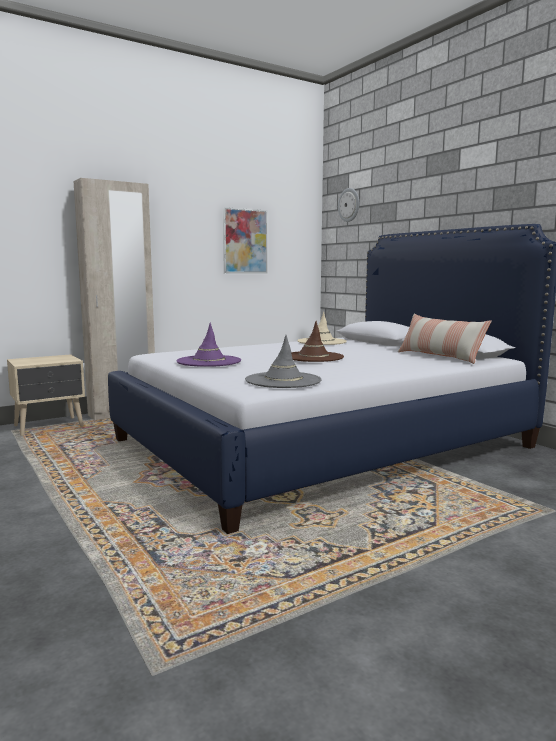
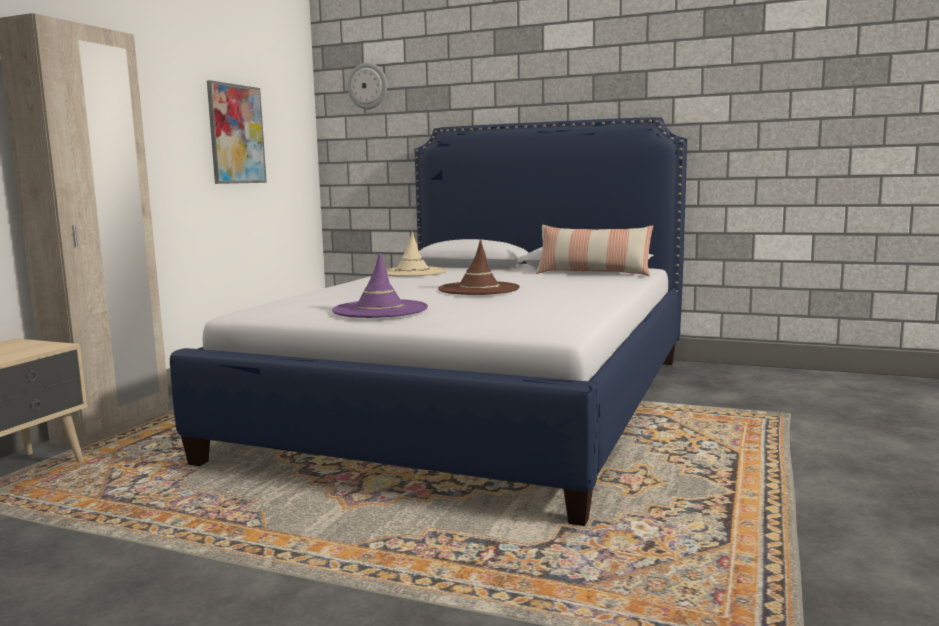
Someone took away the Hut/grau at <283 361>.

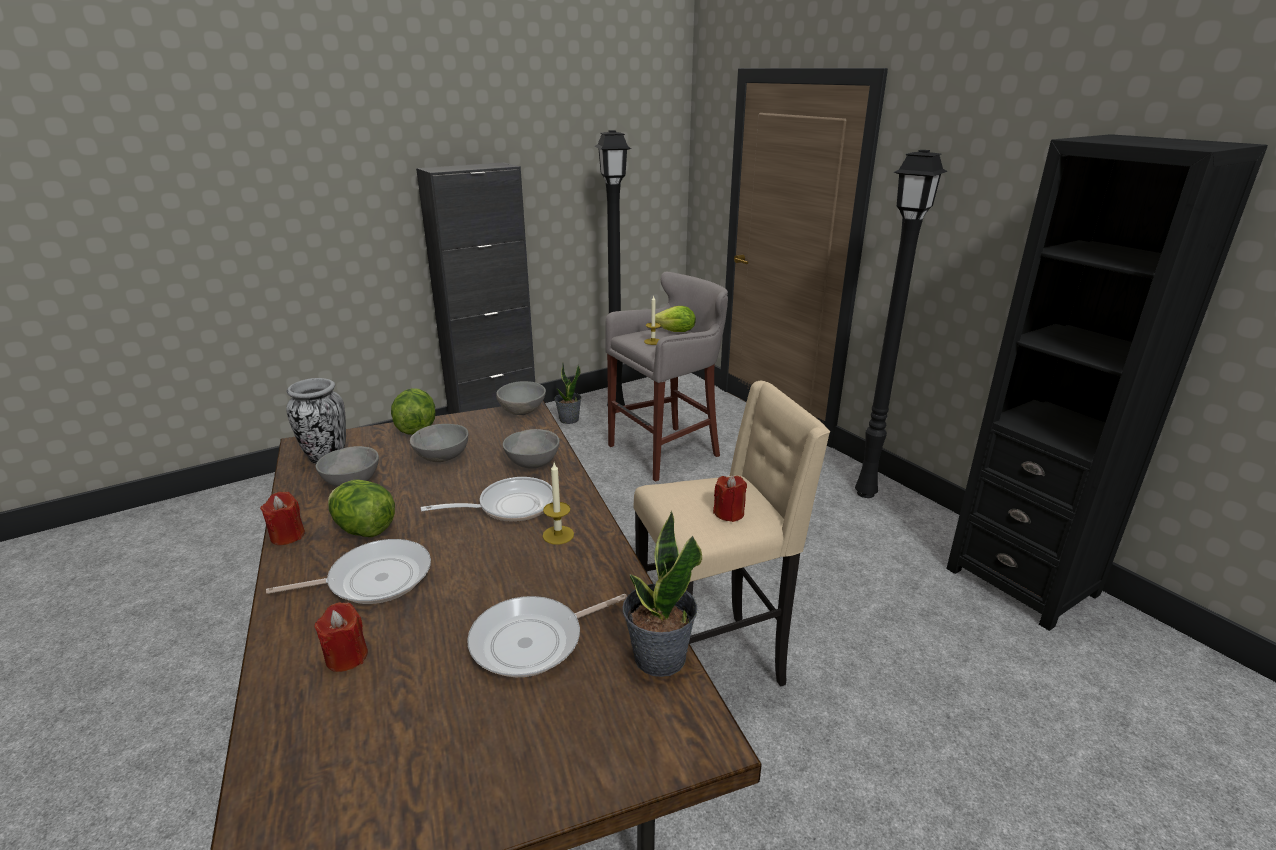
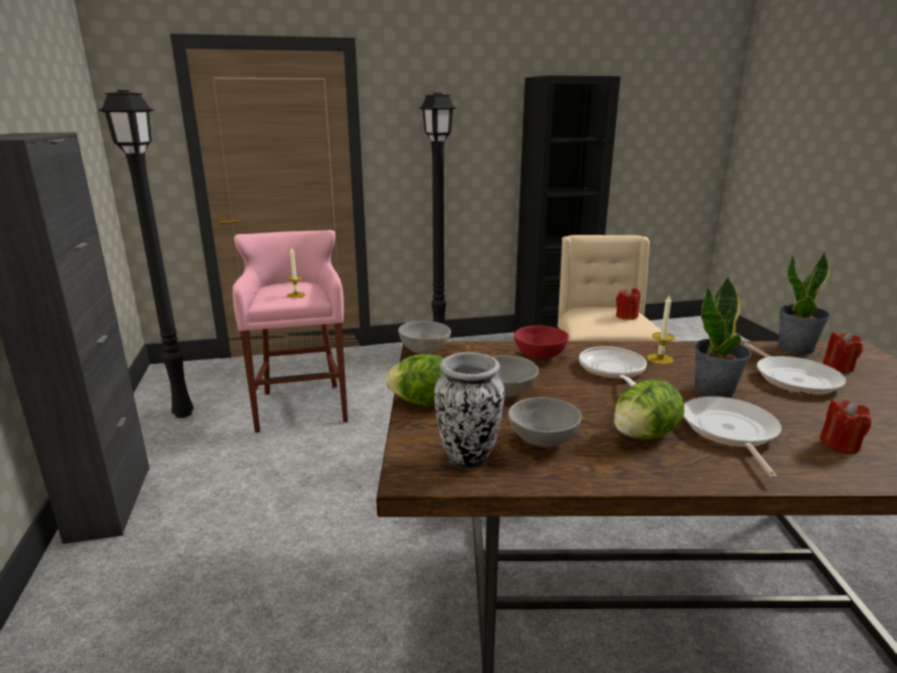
Someone carried the Kerze/rot from <282 518> to <843 352>.
Someone repainted the Schüssel/grau at <531 449>, which became the Schüssel/rot at <541 342>.
Someone carried the Topfpflanze from <568 393> to <722 337>.
Someone repainted the Hocker/grau at <666 377>, which became the Hocker/rosa at <290 331>.
Someone took away the Salatkopf at <675 319>.

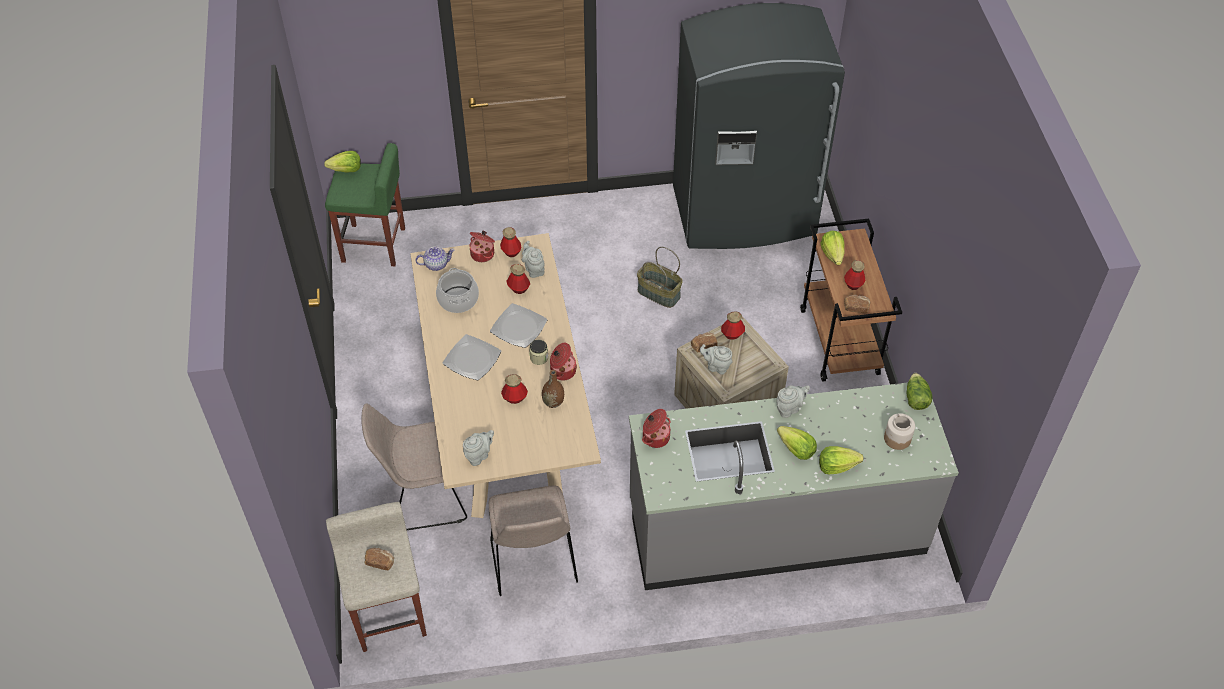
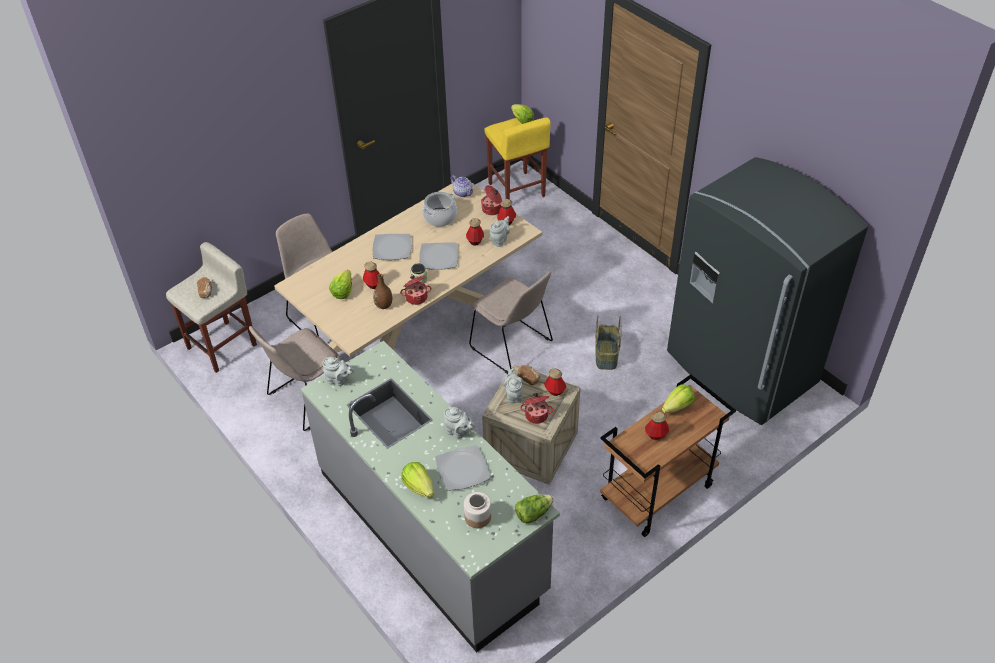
Someone repainted the Hocker/grün at <365 204>, which became the Hocker/gelb at <518 158>.
Someone carried the Teekanne/grau from <478 448> to <338 371>.
Someone carried the Kochtopf from <656 428> to <536 408>.
Someone carried the Salatkopf from <797 443> to <340 284>.
Someone took away the Brot at <857 304>.
Someone put down the Teller at <462 468>.
Someone put down the Stuhl/beige at <511 322>.

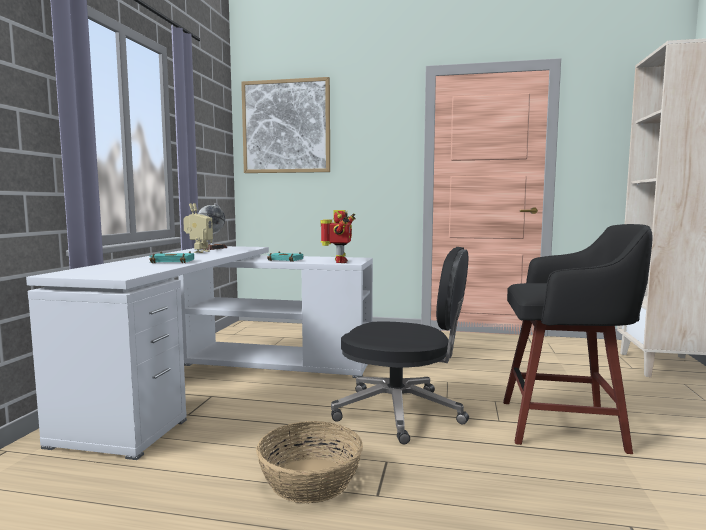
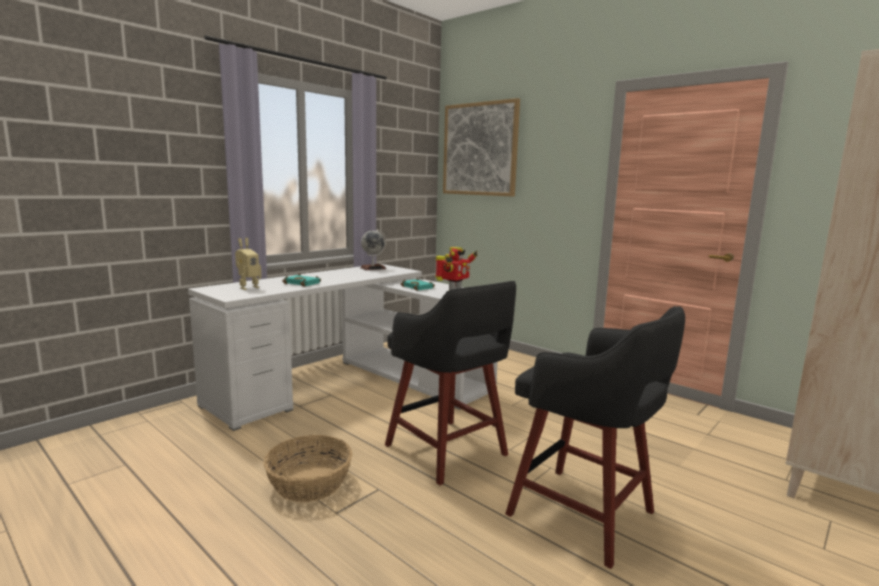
Someone carried the Spielzeugroboter from <198 228> to <248 264>.
Someone swapped the Bürostuhl/schwarz at <400 345> for the Hocker/schwarz at <450 383>.

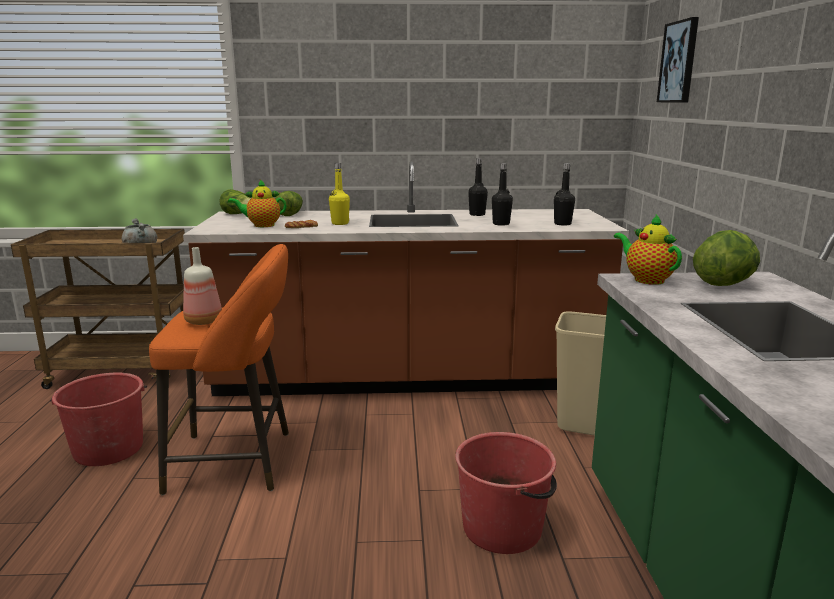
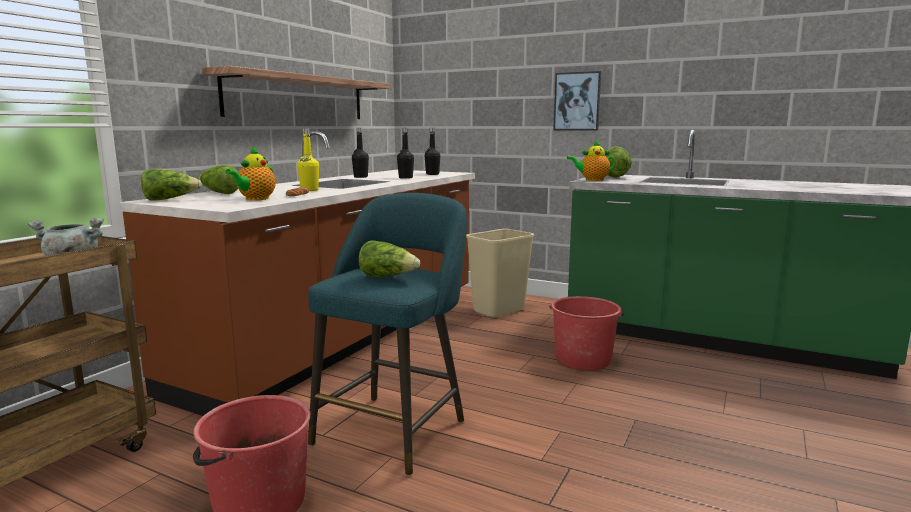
Someone repainted the Hocker/orange at <219 369>, which became the Hocker/türkis at <387 334>.
Someone swapped the Flasche at <202 286> for the Salatkopf at <389 258>.
Someone carried the Bild from <678 59> to <577 101>.
Someone put up the Wandregal at <296 92>.

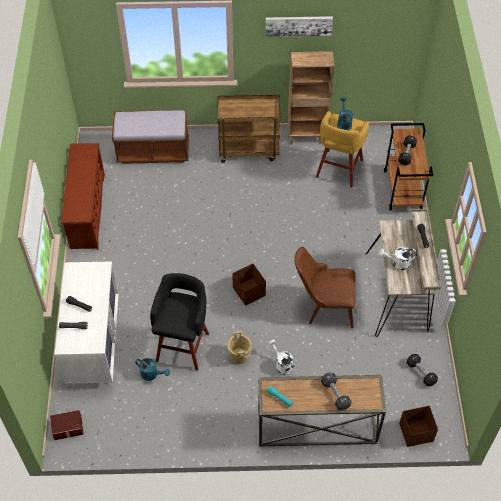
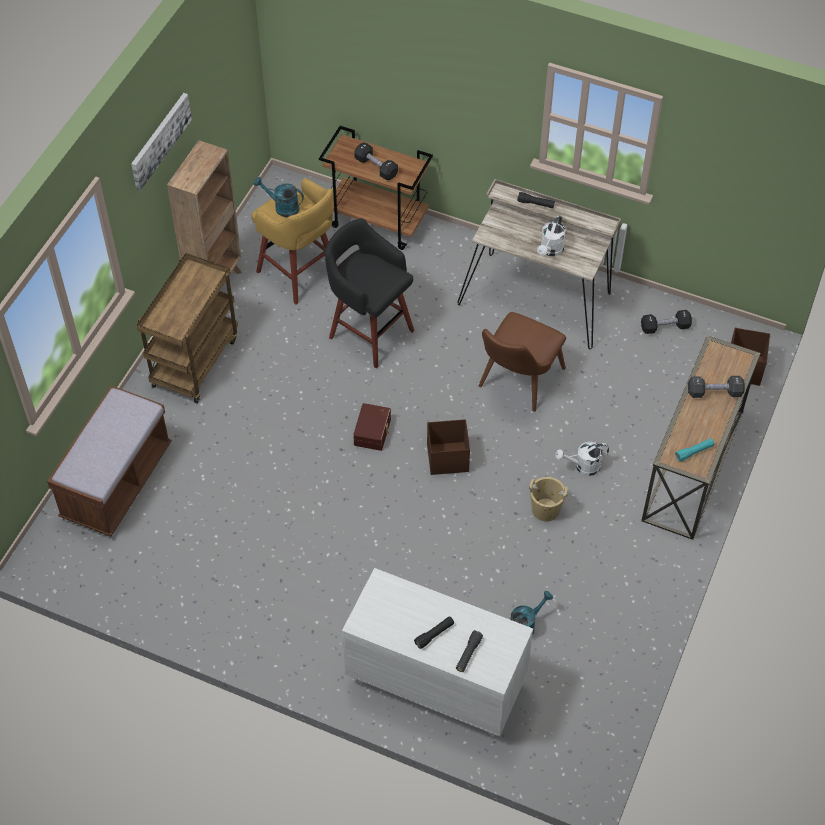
Someone carried the Aufbewahrungsbox/braun from <67 425> to <372 427>.
Someone took away the Schuhregal/braun at <83 196>.
Someone carried the Hocker/schwarz from <179 322> to <369 293>.

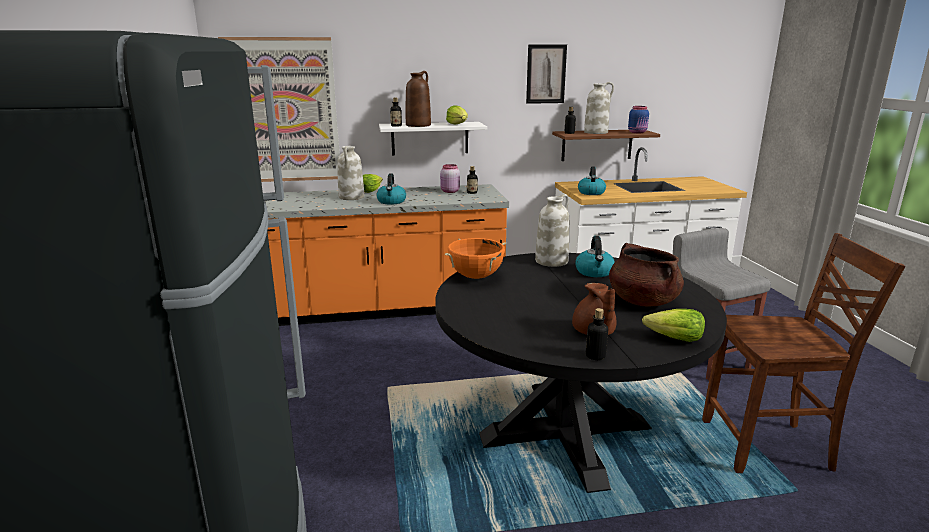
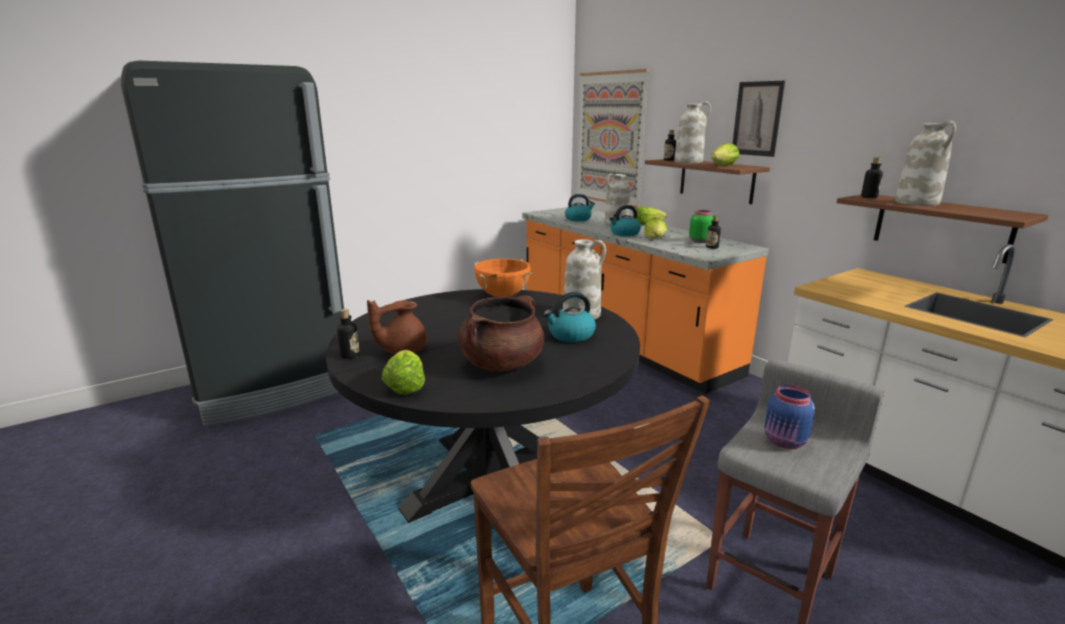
Someone repainted the Wandregal/weiß at <433 138>, which became the Wandregal/braun at <707 181>.
Someone repainted the Vase/braun at <418 99>, which became the Vase/weiß at <692 132>.
Someone repainted the Vorratsglas/rosa at <450 178>, which became the Vorratsglas/grün at <701 226>.
Someone carried the Bild from <546 74> to <758 119>.
Someone carried the Wasserkessel from <592 180> to <580 207>.
Someone carried the Vorratsglas/blau from <638 119> to <789 417>.
Someone put down the Salatkopf at <655 227>.

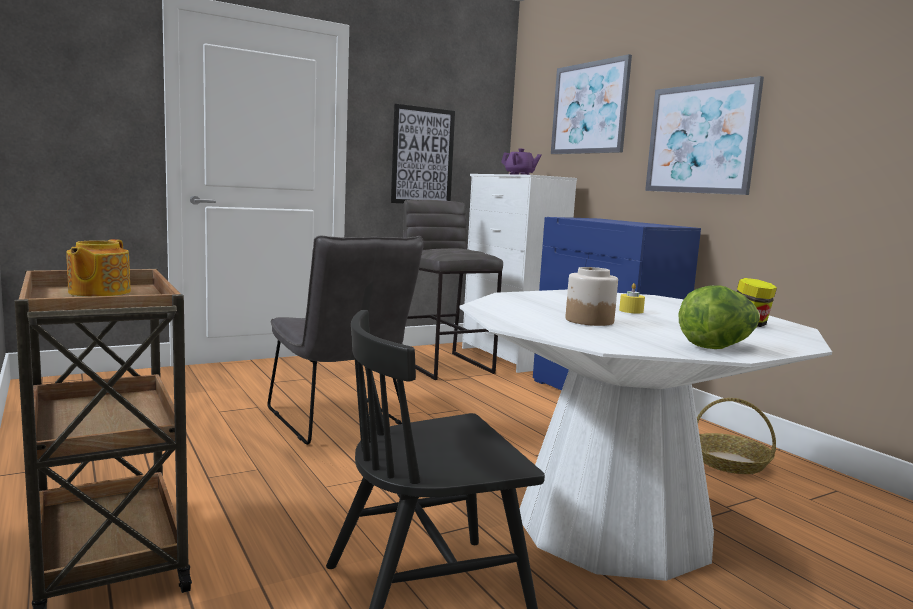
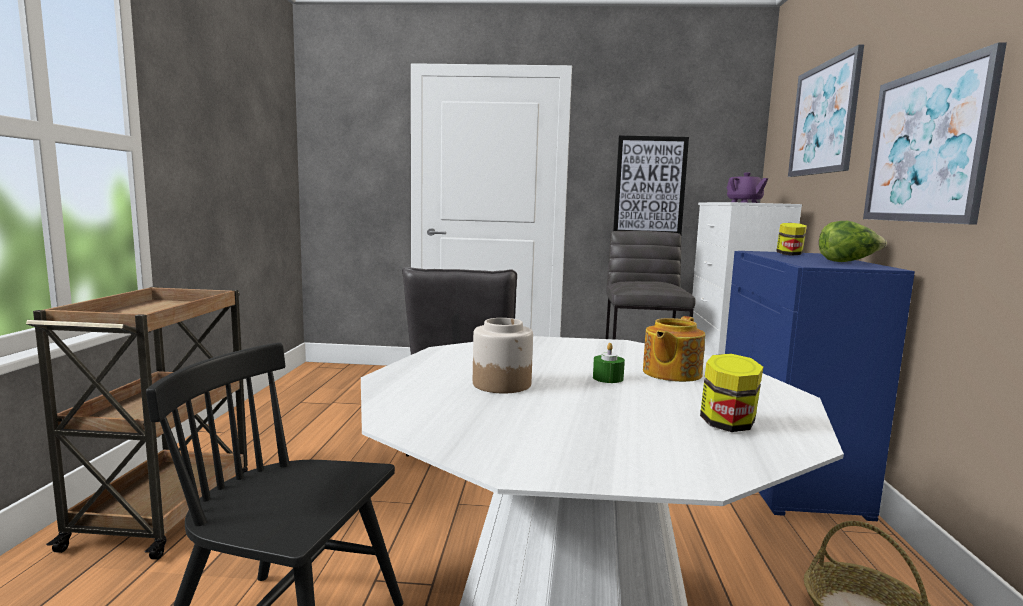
Someone carried the Teekanne from <98 268> to <674 349>.
Someone repainted the Kerze/gelb at <632 298>, which became the Kerze/grün at <609 363>.
Someone carried the Salatkopf from <719 317> to <853 241>.
Someone put down the Vorratsglas at <791 239>.

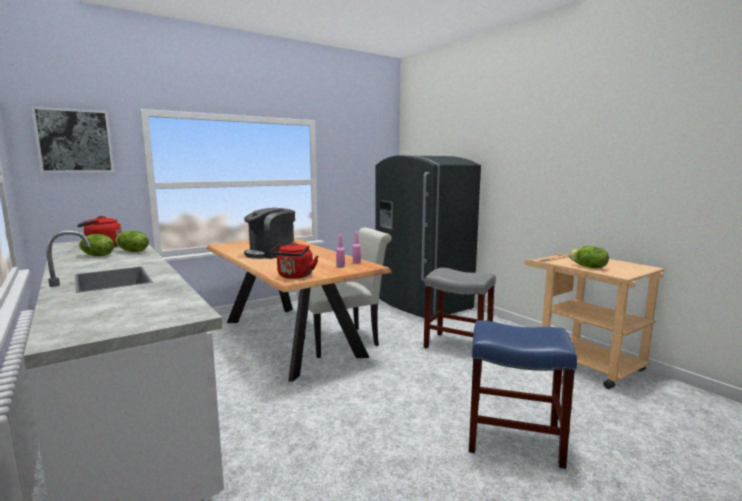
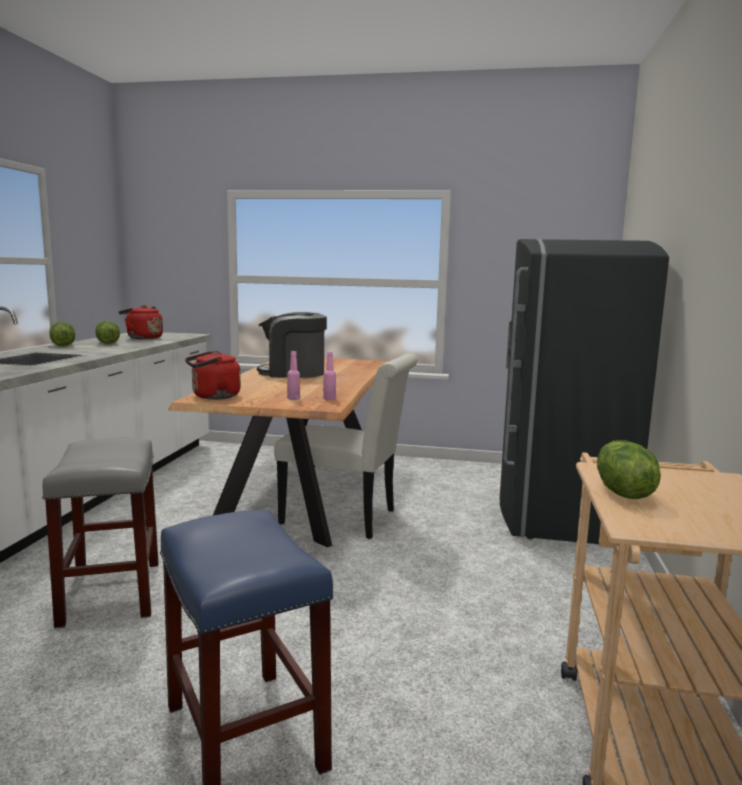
Someone took away the Bild at <72 139>.
Someone carried the Salatkopf from <132 241> to <62 334>.
Someone carried the Hocker/grau from <460 308> to <100 533>.

